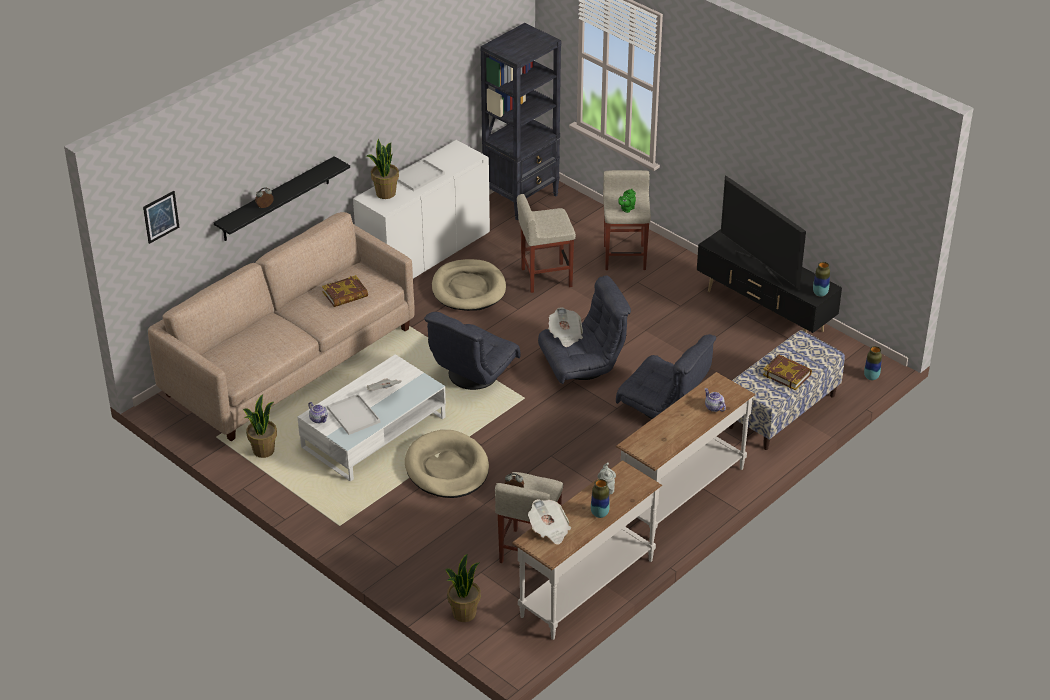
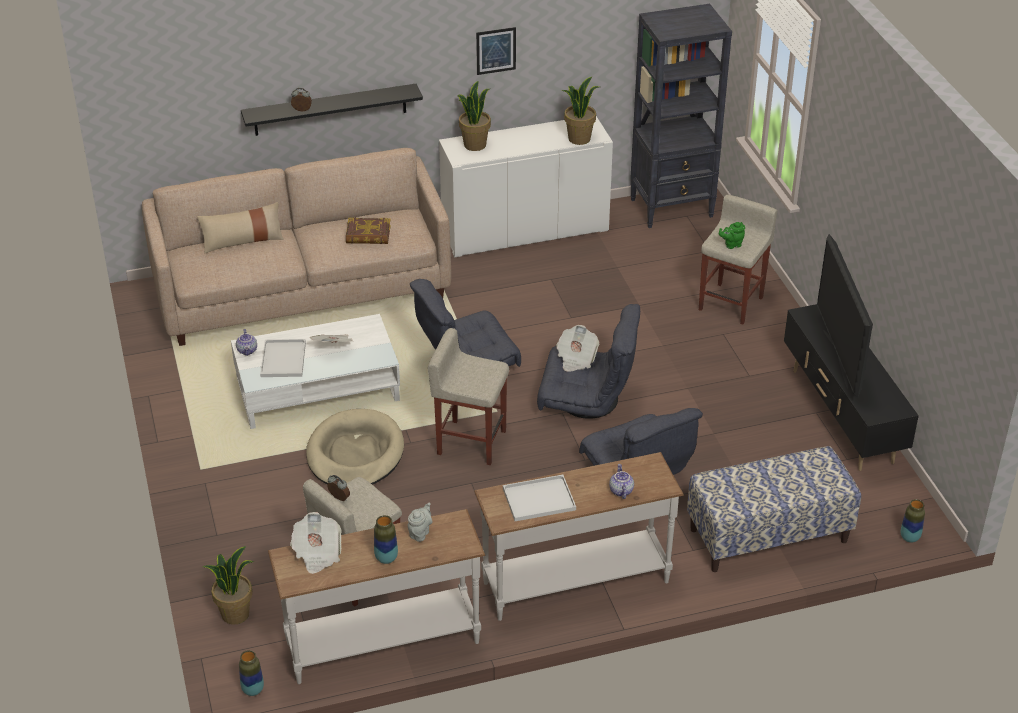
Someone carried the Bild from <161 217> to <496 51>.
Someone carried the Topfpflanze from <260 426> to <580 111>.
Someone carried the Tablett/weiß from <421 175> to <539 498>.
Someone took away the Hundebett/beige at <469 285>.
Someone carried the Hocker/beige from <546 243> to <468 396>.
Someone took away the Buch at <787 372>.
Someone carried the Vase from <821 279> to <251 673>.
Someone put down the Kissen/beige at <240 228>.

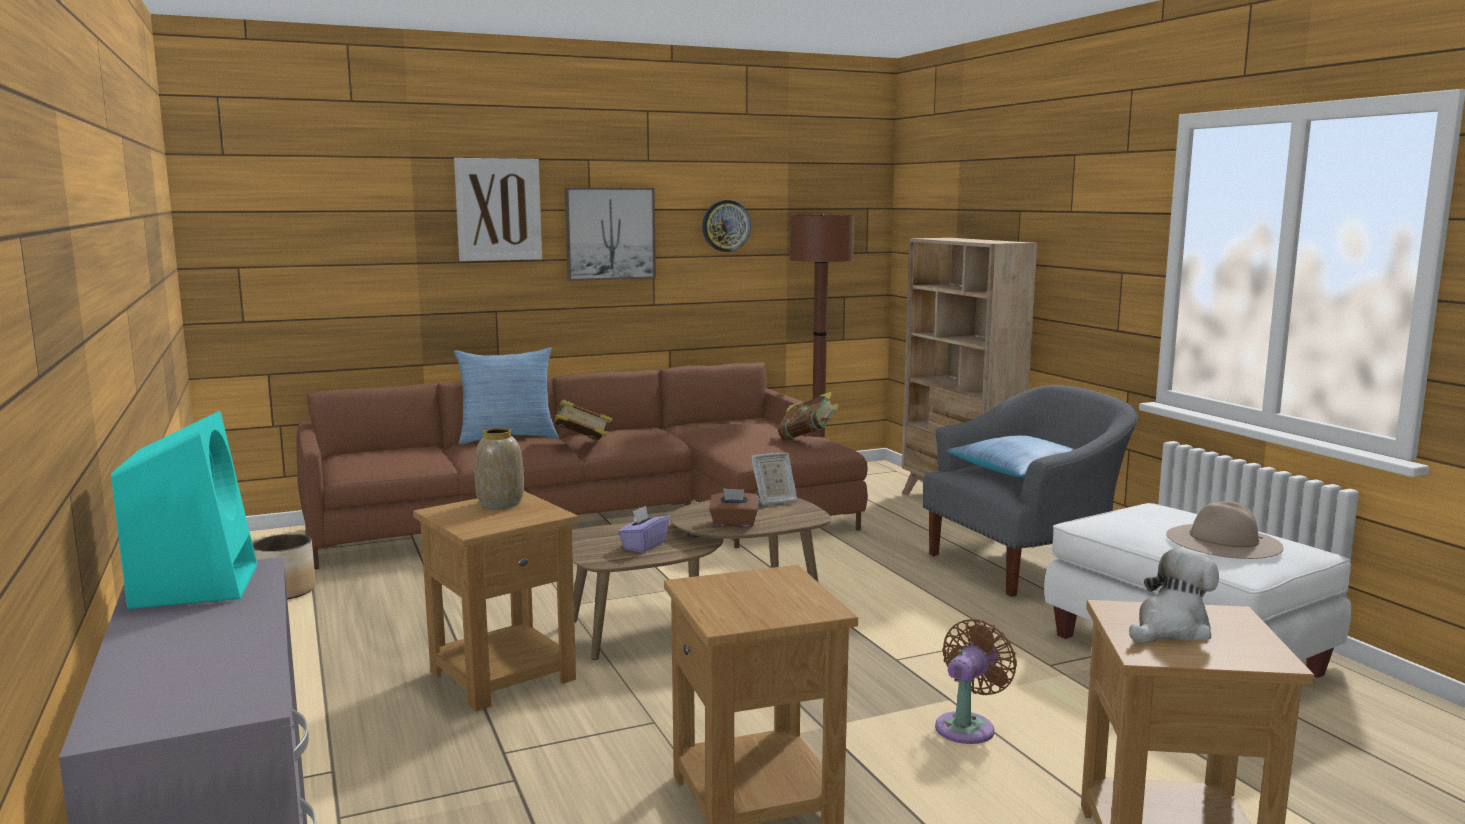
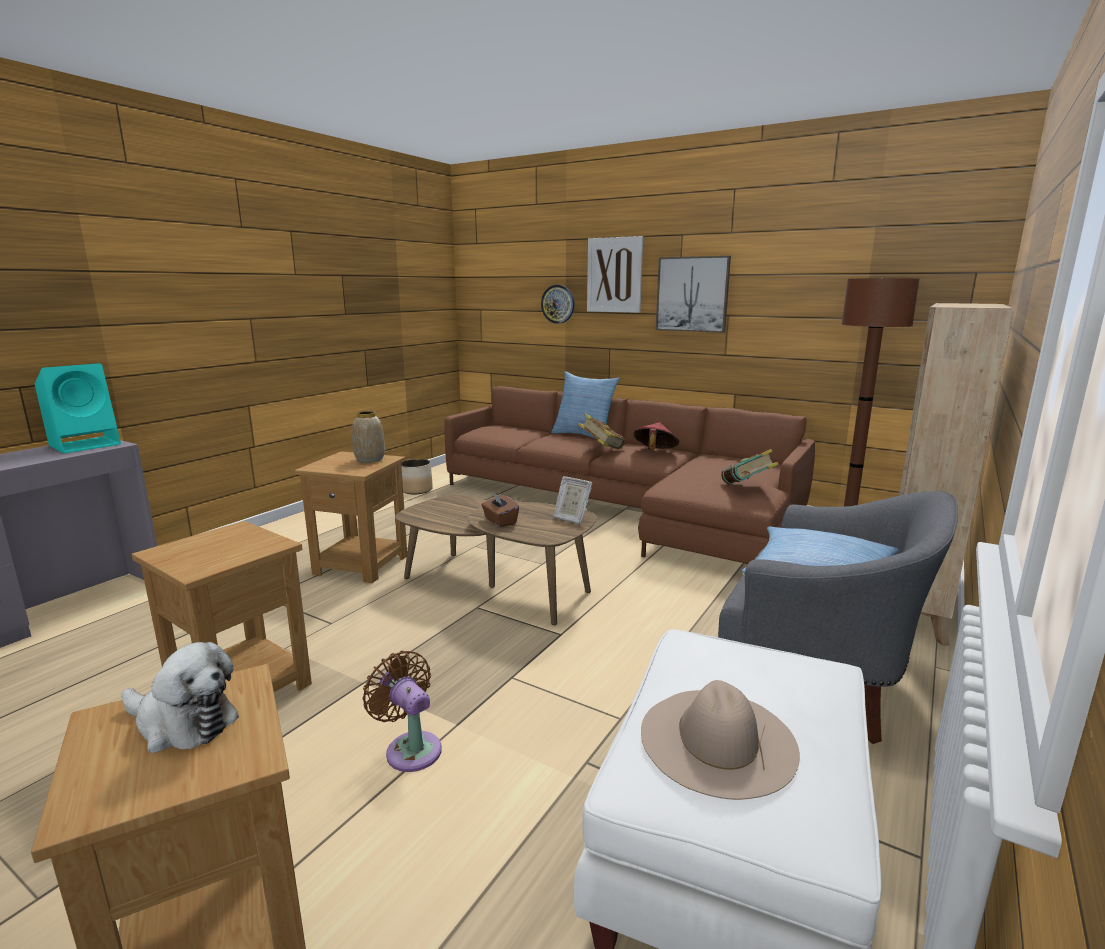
Someone took away the Taschentuchbox/lila at <643 529>.
Someone carried the Wanduhr from <726 226> to <558 304>.
Someone rotated the Ventilator/braun at <976 681> by 135 degrees counterclockwise.
Someone put down the Hut/rot at <656 436>.

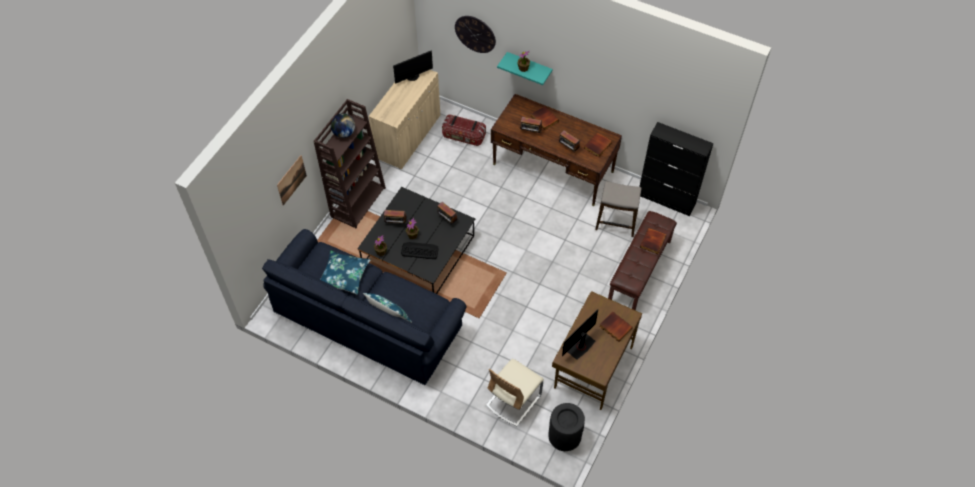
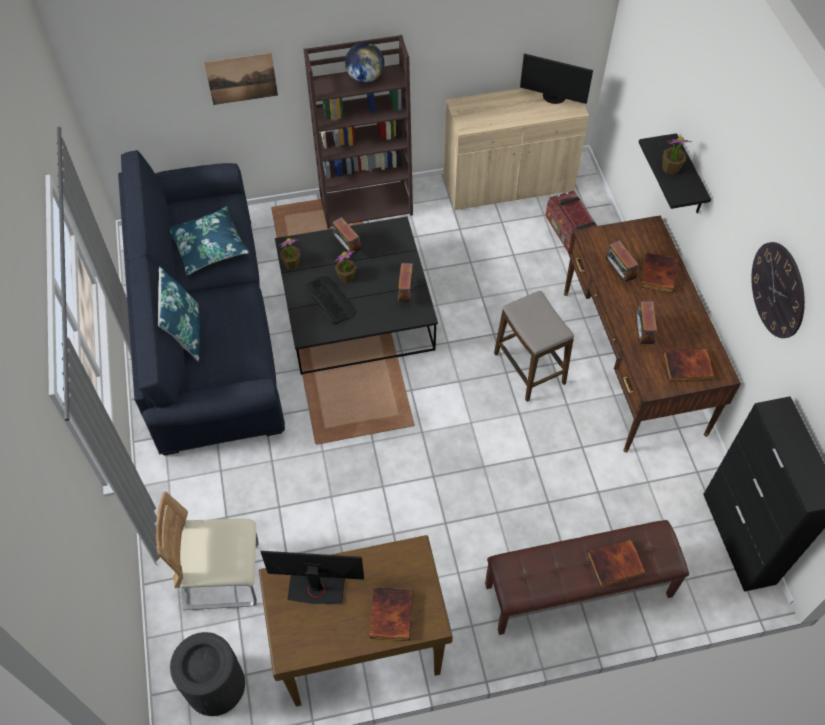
Someone carried the Wanduhr from <475 34> to <778 290>.
Someone repainted the Wandregal/türkis at <525 68>, which became the Wandregal/schwarz at <675 173>.
Someone carried the Hocker from <618 209> to <534 346>.

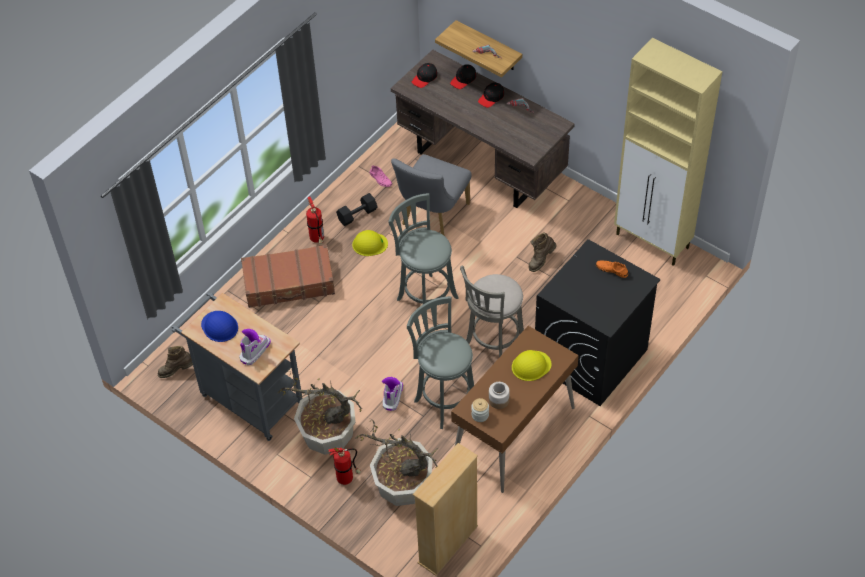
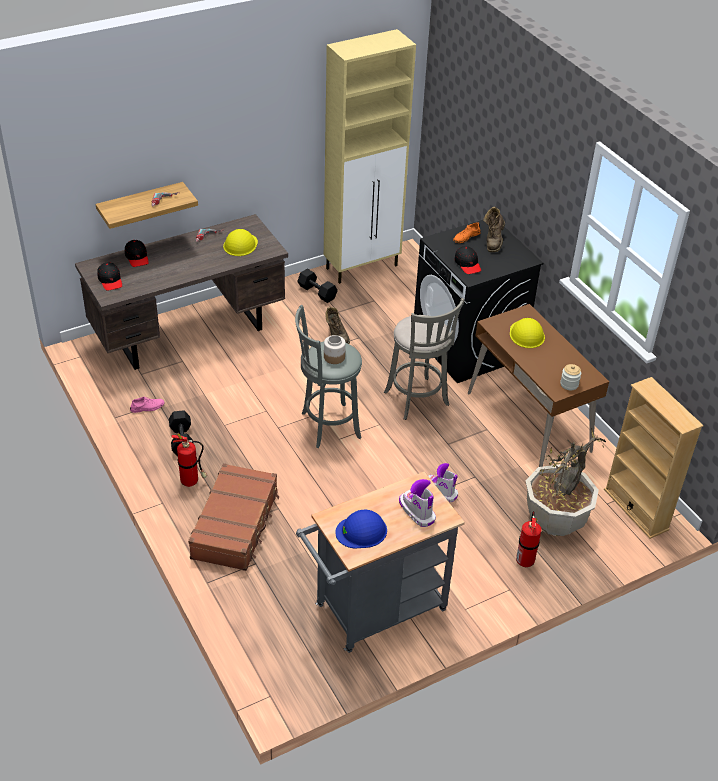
Someone carried the Stiefel/braun from <175 362> to <494 229>.
Someone took away the Topfpflanze at <320 413>.
Someone carried the Schutzhelm/gelb from <370 243> to <240 242>.
Someone took away the Stuhl/grau at <431 195>.
Someone took away the Hocker/grau at <440 362>.
Someone carried the Kappe/schwarz from <491 95> to <468 260>.
Someone carried the Vorratsglas from <499 395> to <335 349>.
Someone put down the Hantel/schwarz at <317 285>.

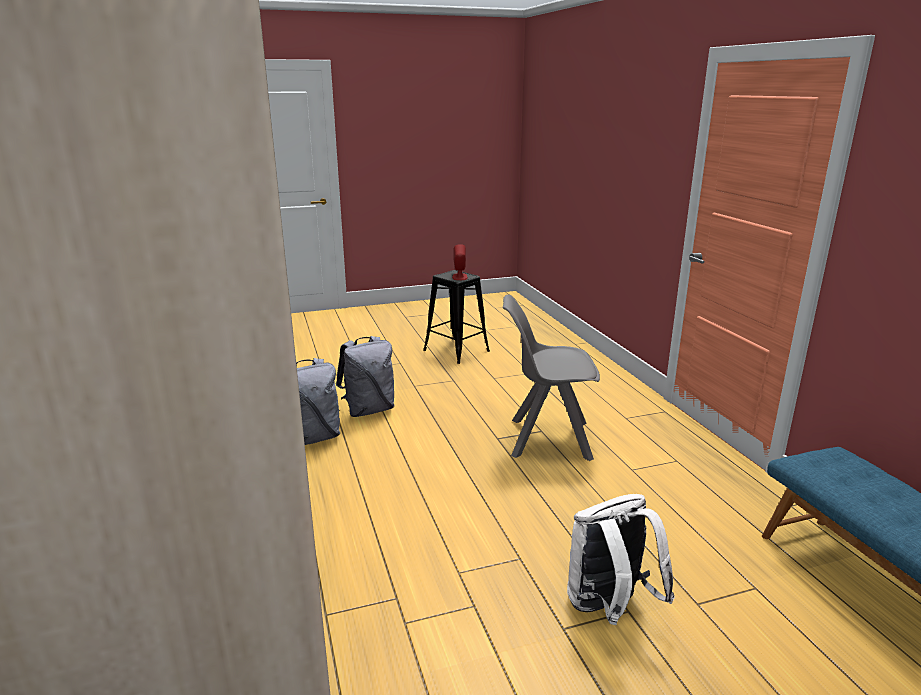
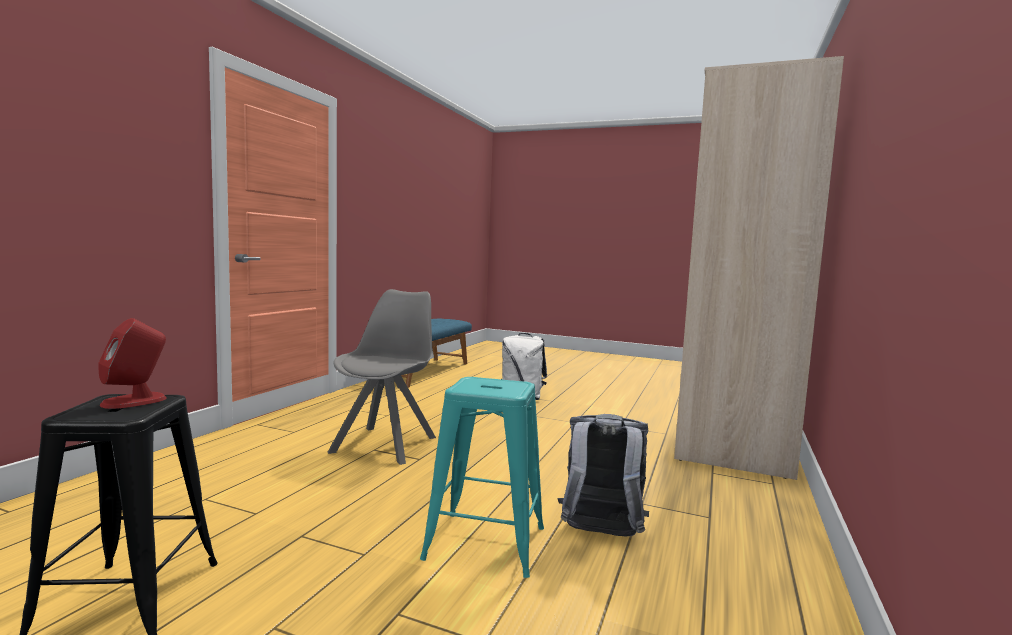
Someone swapped the Rucksack/grau at <365 376> for the Hocker/türkis at <482 477>.
Someone rotated the Stuhl/grau at <551 378> by 120 degrees counterclockwise.

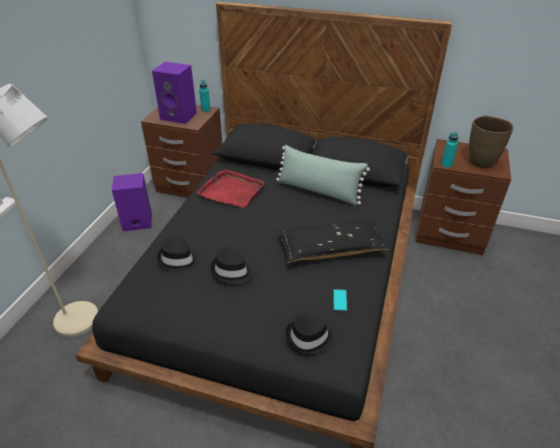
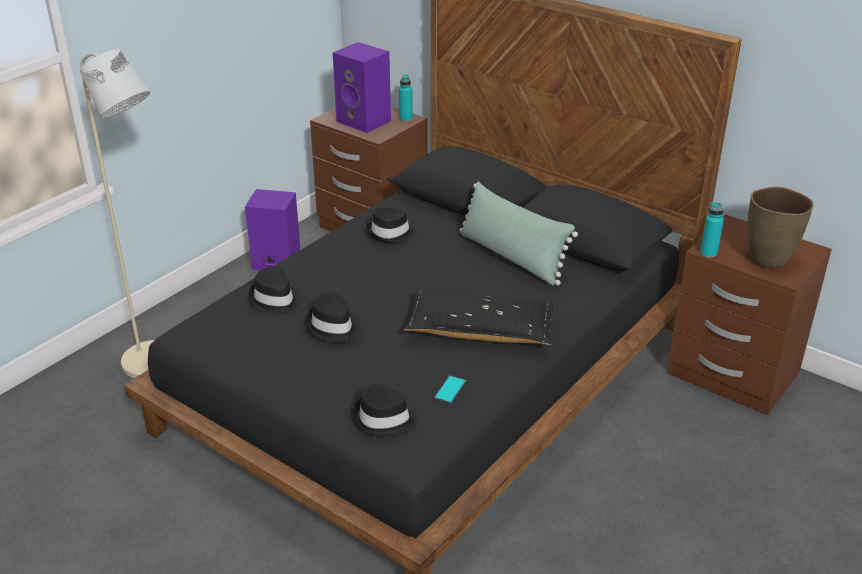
Someone swapped the Tablett/rot at <231 188> for the Hut/schwarz at <390 225>.

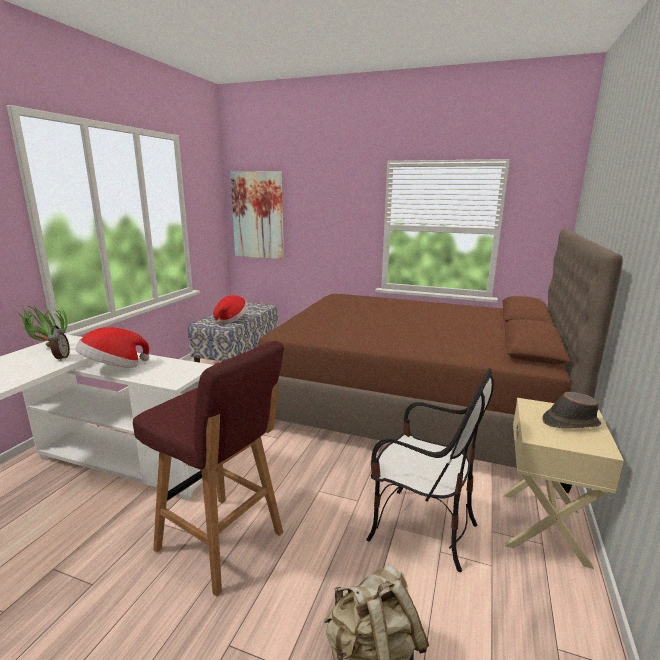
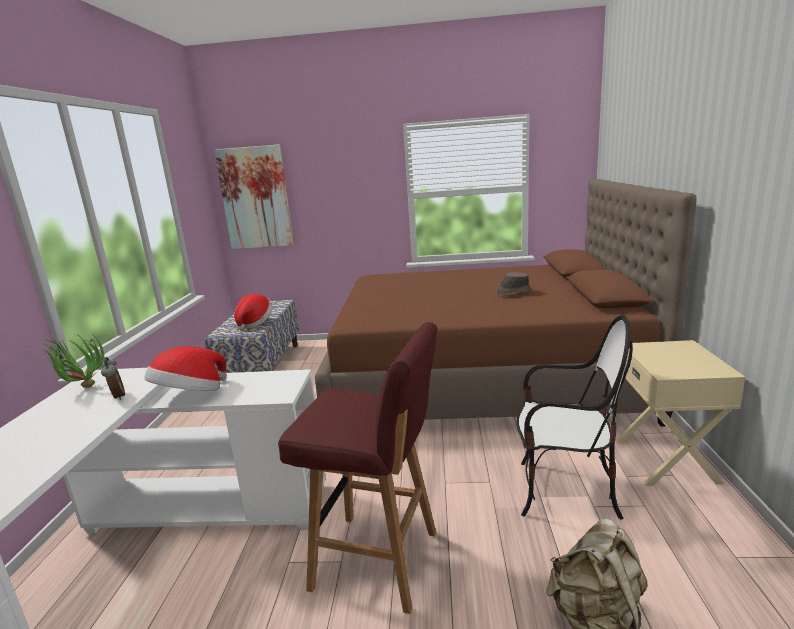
Someone carried the Hut/braun from <571 410> to <514 284>.

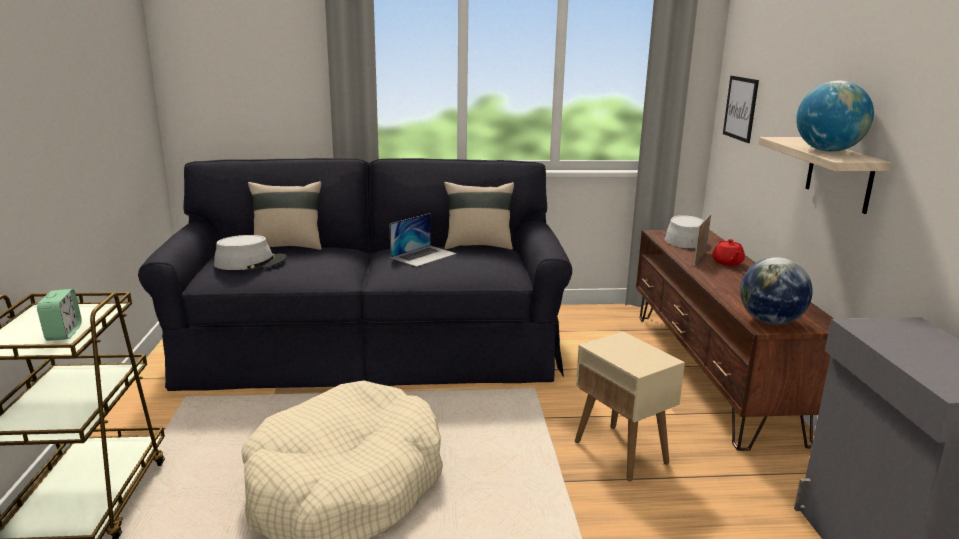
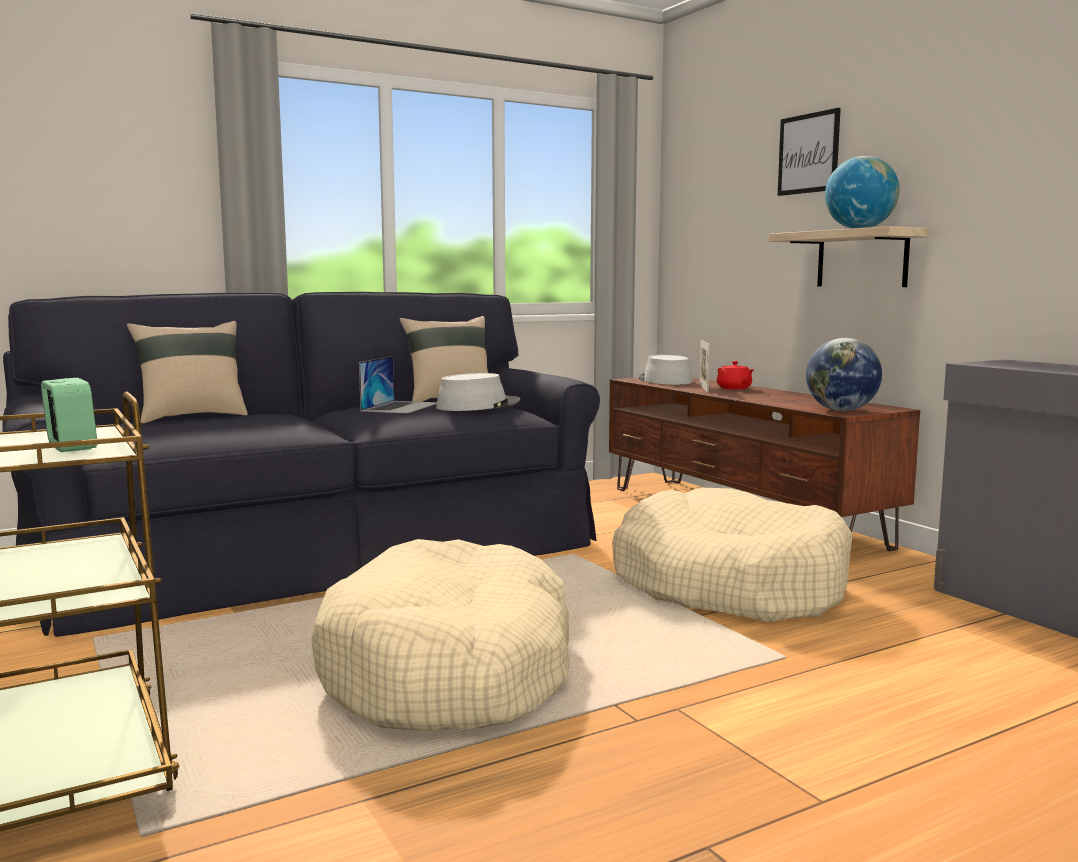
Someone carried the Hut/grau from <250 252> to <478 392>.
Someone swapped the Beistelltisch/beige at <630 406> for the Hundebett/beige at <732 555>.
Someone carried the Bild from <741 109> to <809 152>.

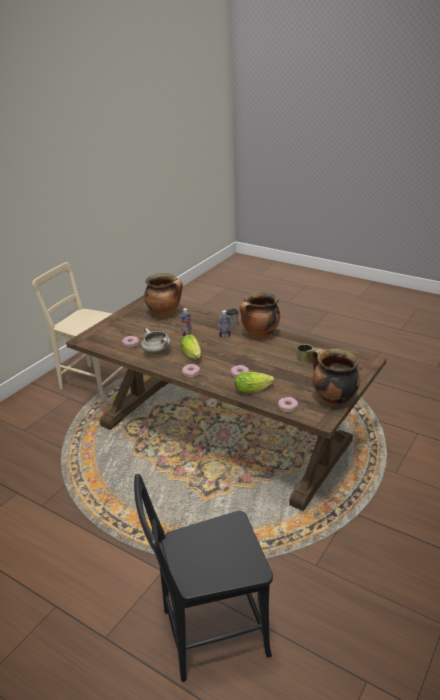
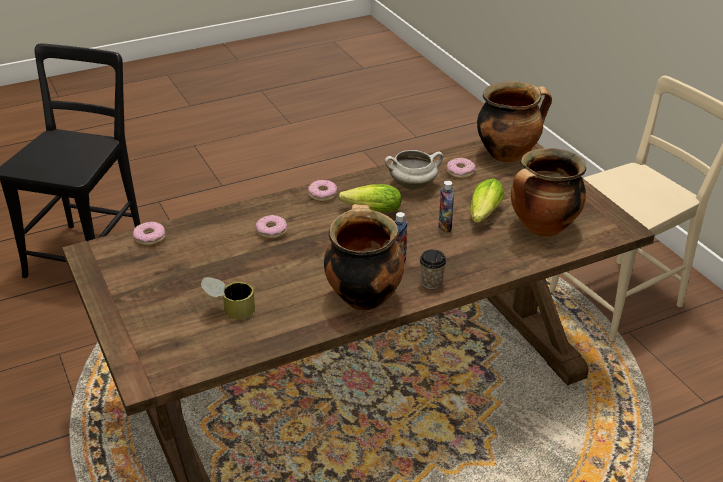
Someone carried the Salatkopf from <254 383> to <487 200>.
Someone carried the Kochtopf from <336 377> to <514 121>.

